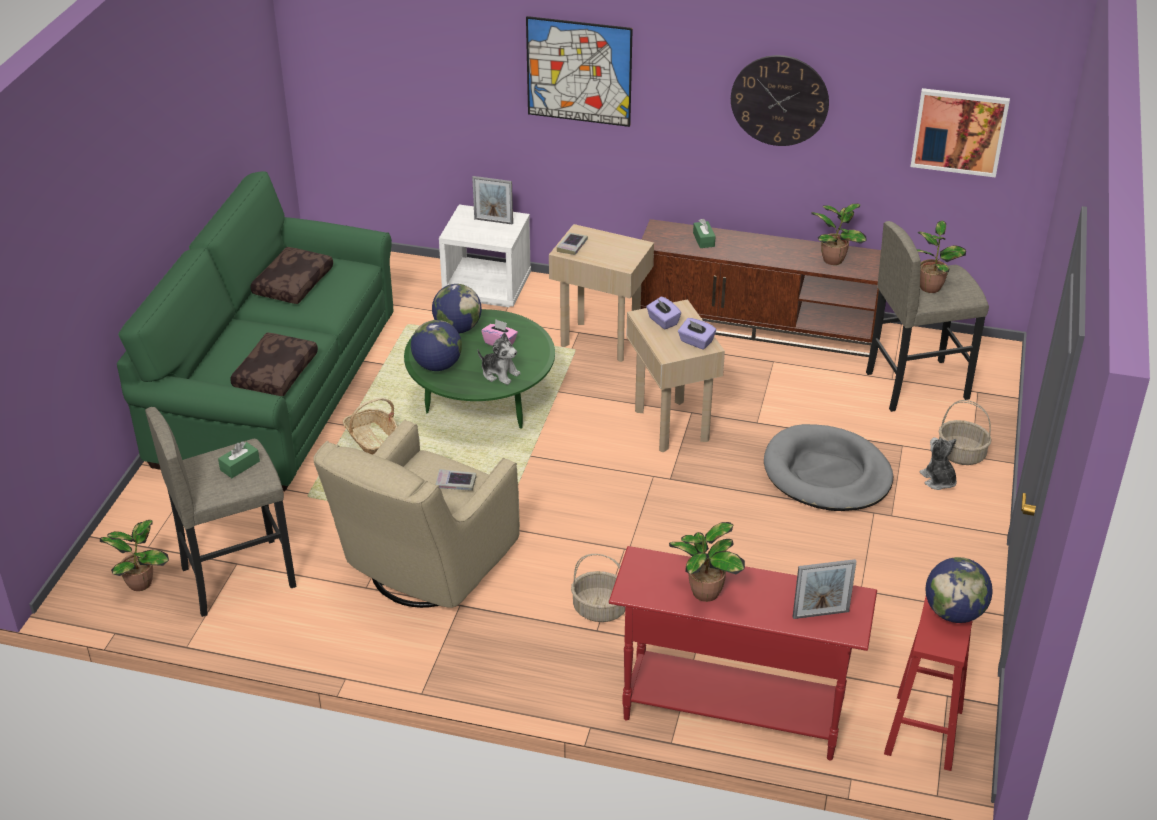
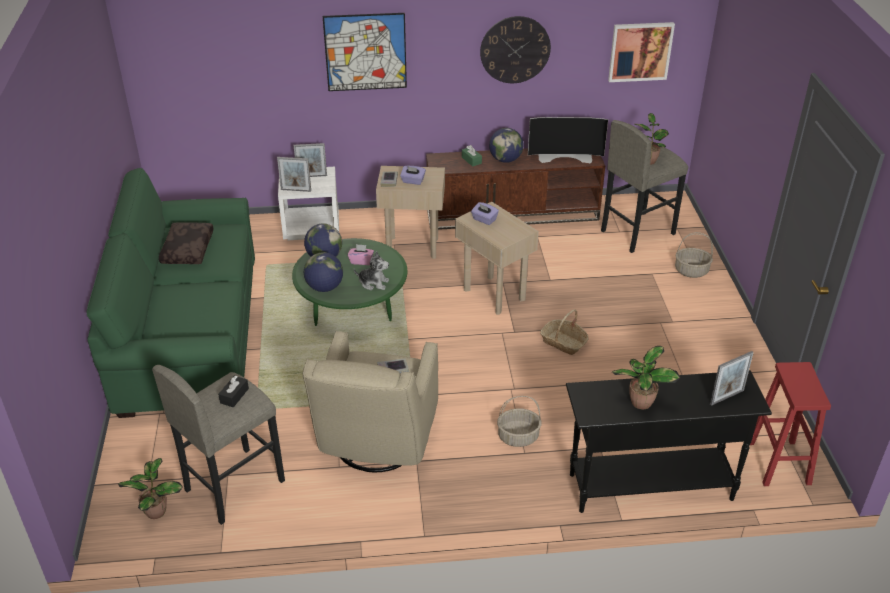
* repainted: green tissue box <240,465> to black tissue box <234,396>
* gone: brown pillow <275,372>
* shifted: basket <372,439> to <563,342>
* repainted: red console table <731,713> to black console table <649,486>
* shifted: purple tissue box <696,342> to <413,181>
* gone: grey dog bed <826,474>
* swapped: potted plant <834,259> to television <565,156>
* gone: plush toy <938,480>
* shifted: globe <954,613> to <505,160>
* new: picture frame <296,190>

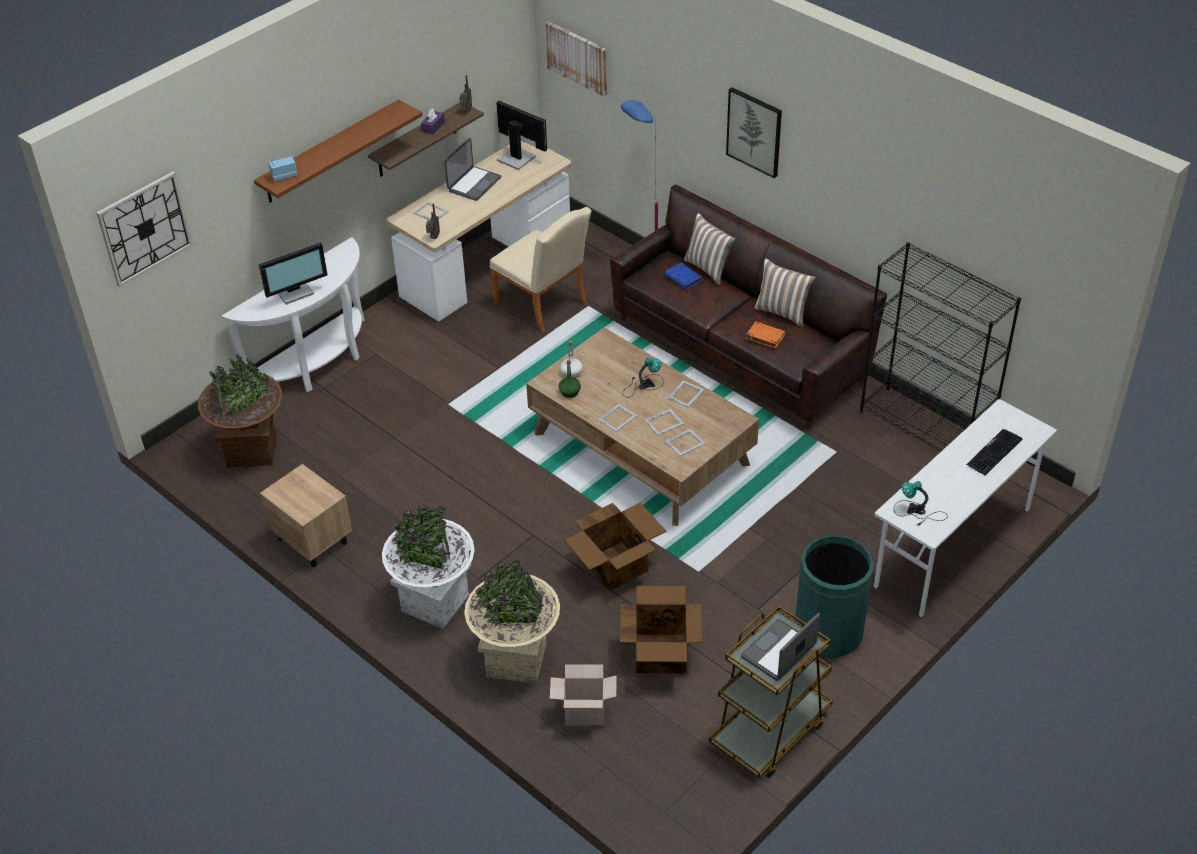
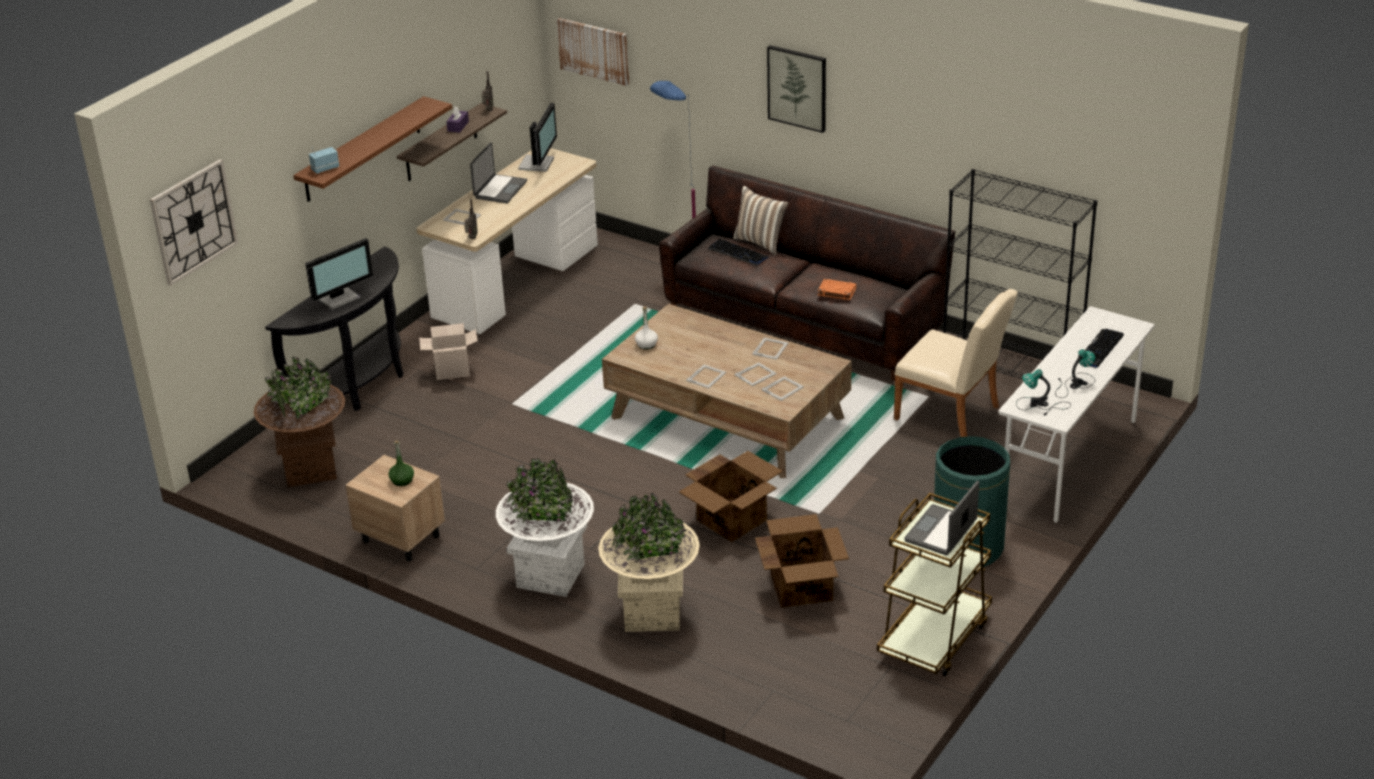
* repainted: white console table <317,364> to black console table <359,386>
* shifted: beige chair <544,305> to <953,415>
* rotated: monitor <517,157> = <538,163> 75 degrees clockwise
* shifted: cardboard box <583,714> to <451,372>
* shifted: green bottle <569,392> to <402,480>
* shifted: table lamp <643,385> to <1074,384>
* swapped: blue book <683,278> to keyboard <737,253>
* gone: pillow <782,312>

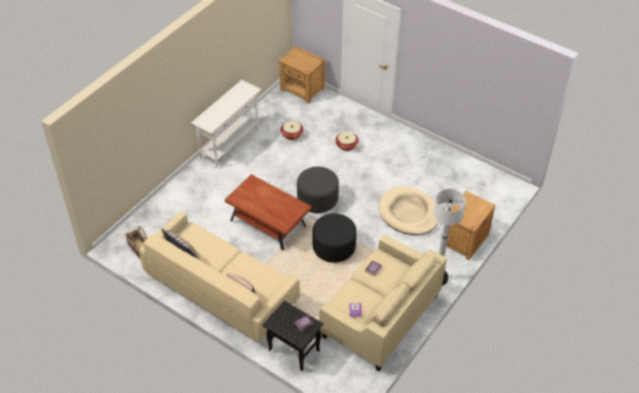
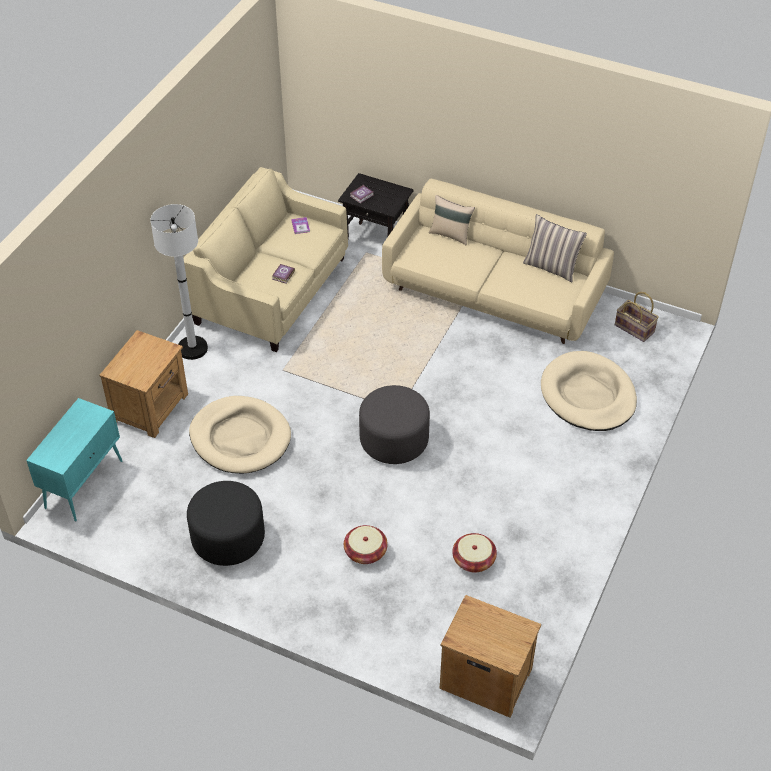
* gone: white console table <230,144>
* gone: brown coffee table <268,224>
* shifted: black ottoman <334,247> to <228,538>
* new: turquoise cabinet <84,484>
* new: beige dog bed <588,395>

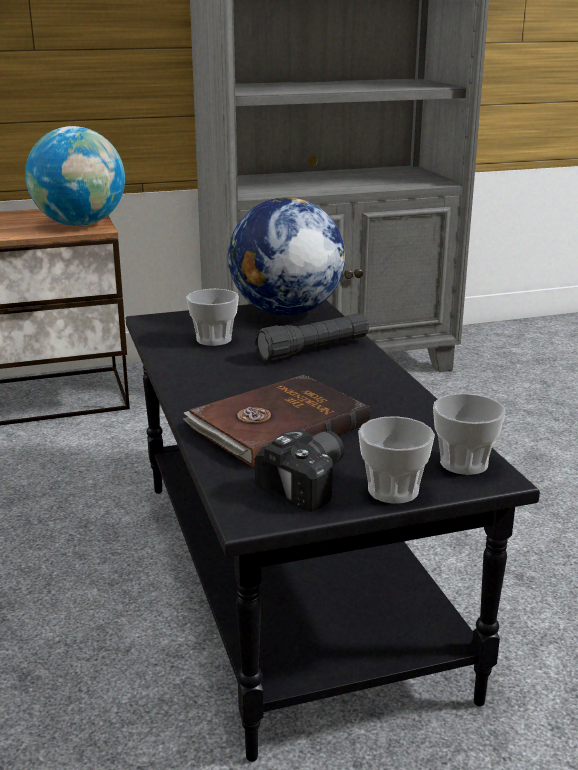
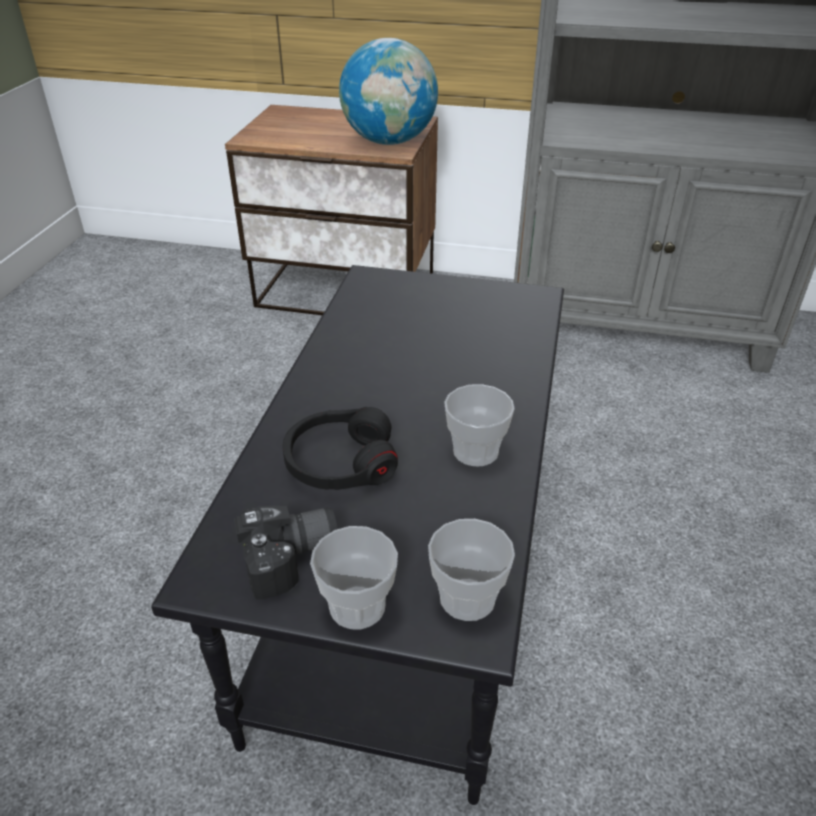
* swapped: brown book <276,425> to black headphones <340,462>
* shifted: cup <214,339> to <475,451>
* gone: globe <285,312>
* gone: black flashlight <313,350>

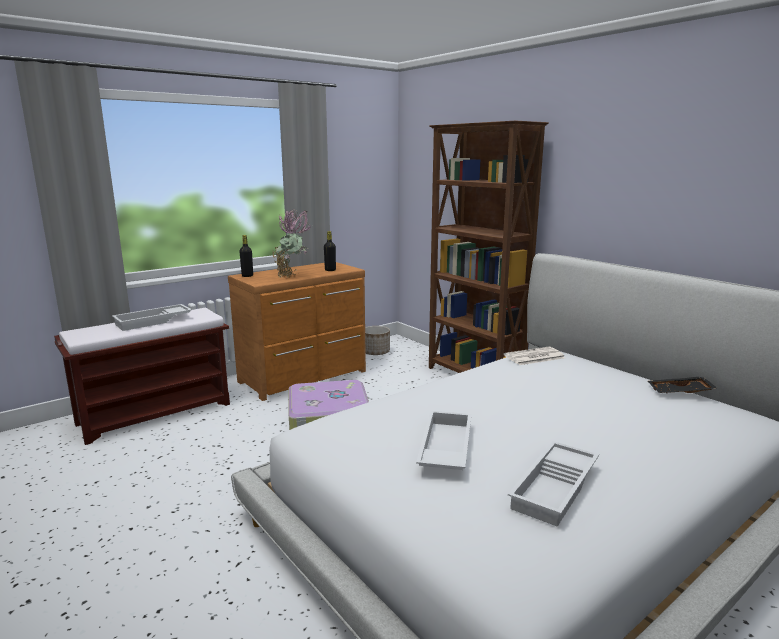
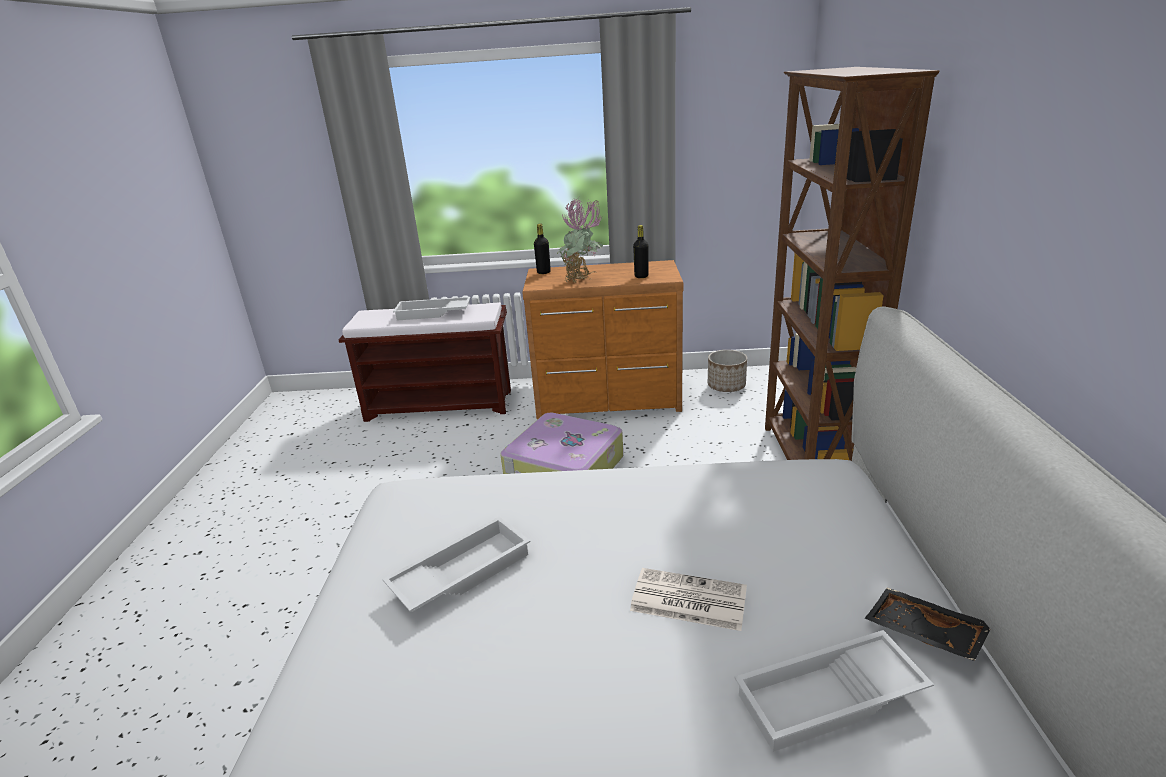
* shifted: newspaper <533,357> to <687,600>
* shifted: white tray <556,489> to <830,700>

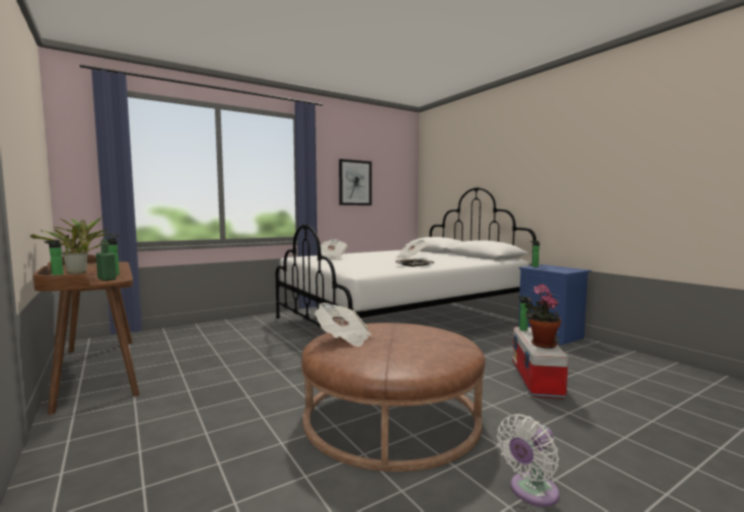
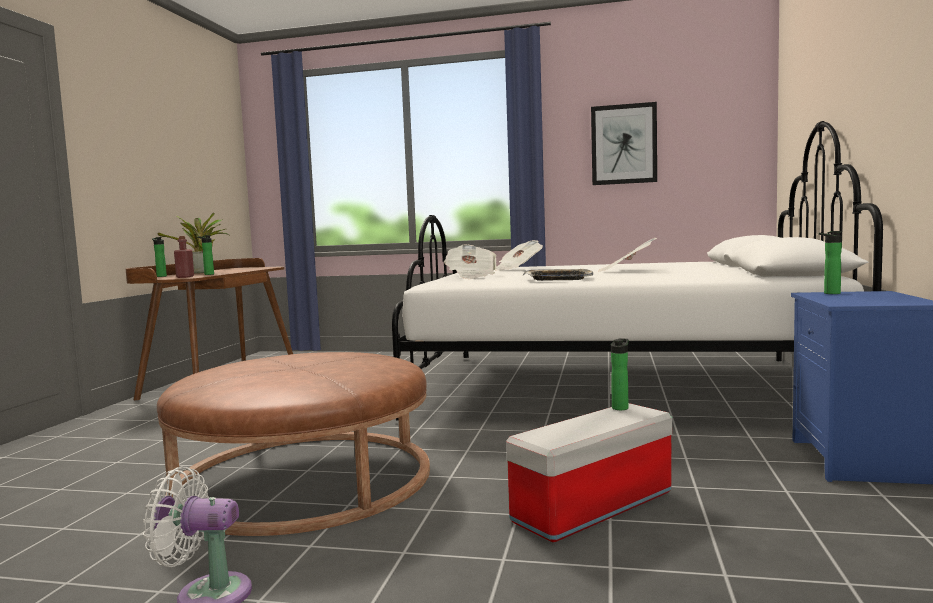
* repainted: green bottle <107,279> to red bottle <185,277>
* shifted: newspaper <343,338> to <471,277>
* gone: potted plant <541,344>

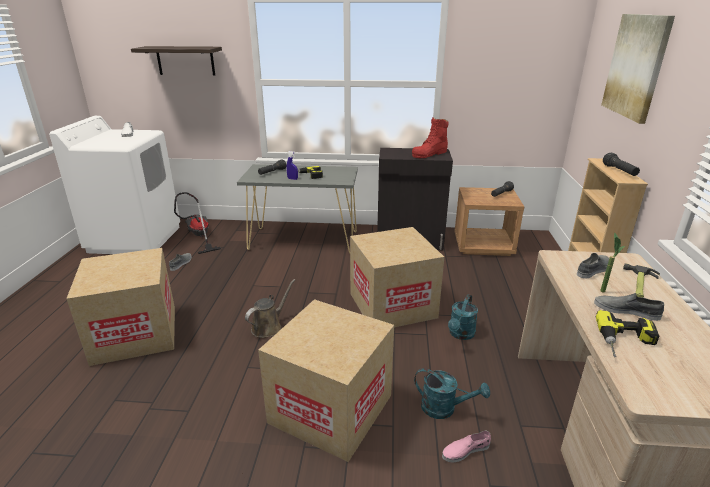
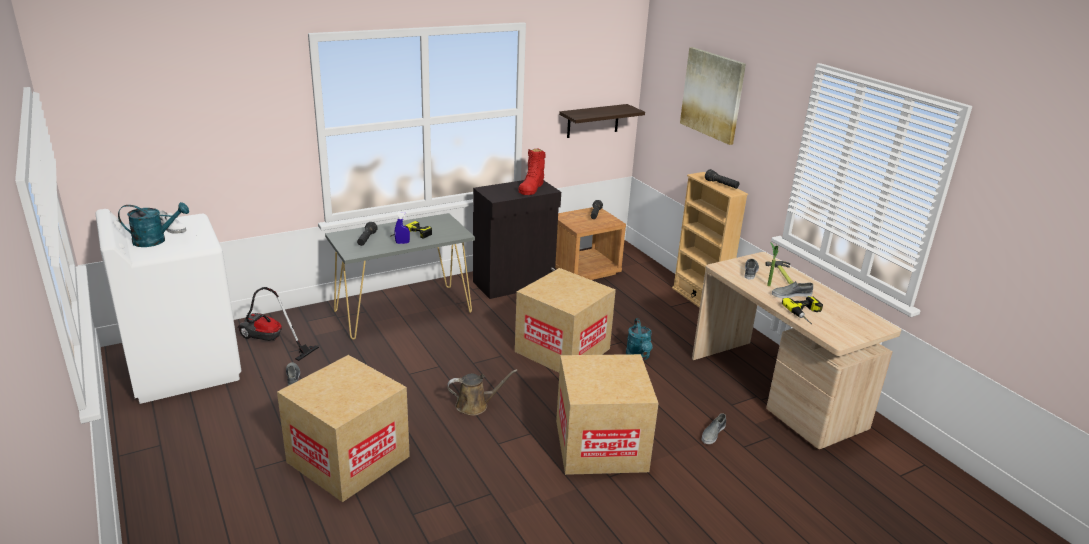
* shifted: shelf <185,60> to <593,121>
* rotated: brown watering can <269,327> = <475,405> 75 degrees clockwise
* shifted: turquoise watering can <444,408> to <155,240>
* repainted: pink shoe <465,450> to grey shoe <713,433>

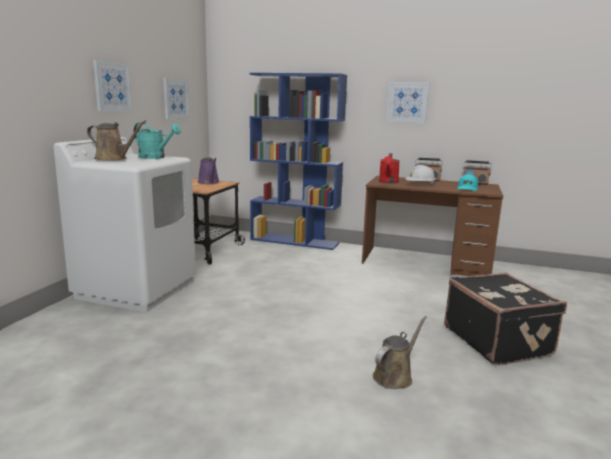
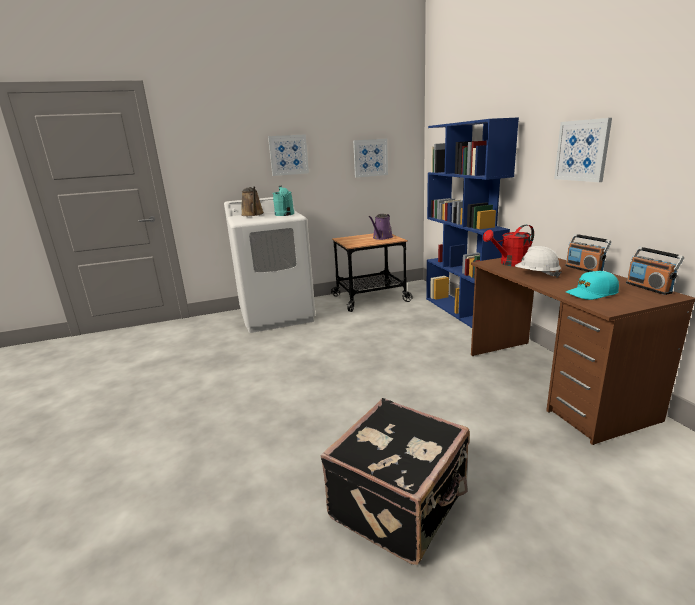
* gone: brown watering can <395,376>

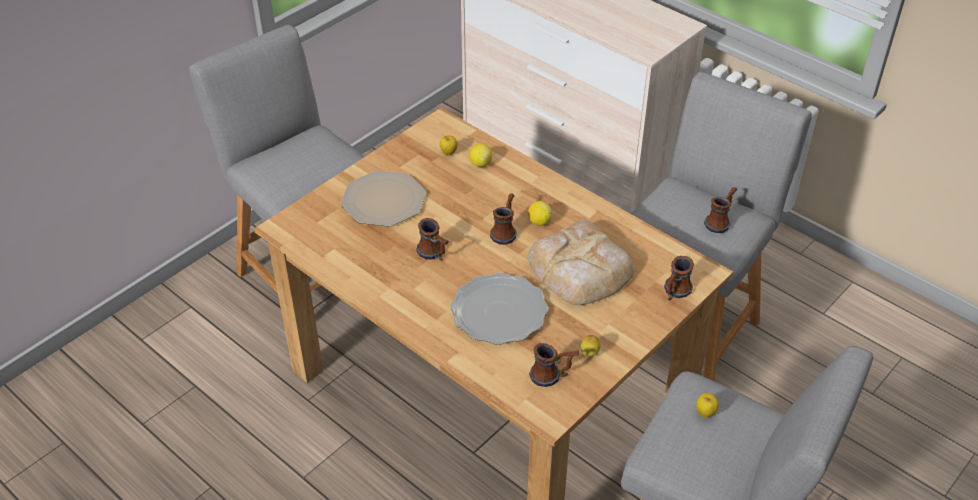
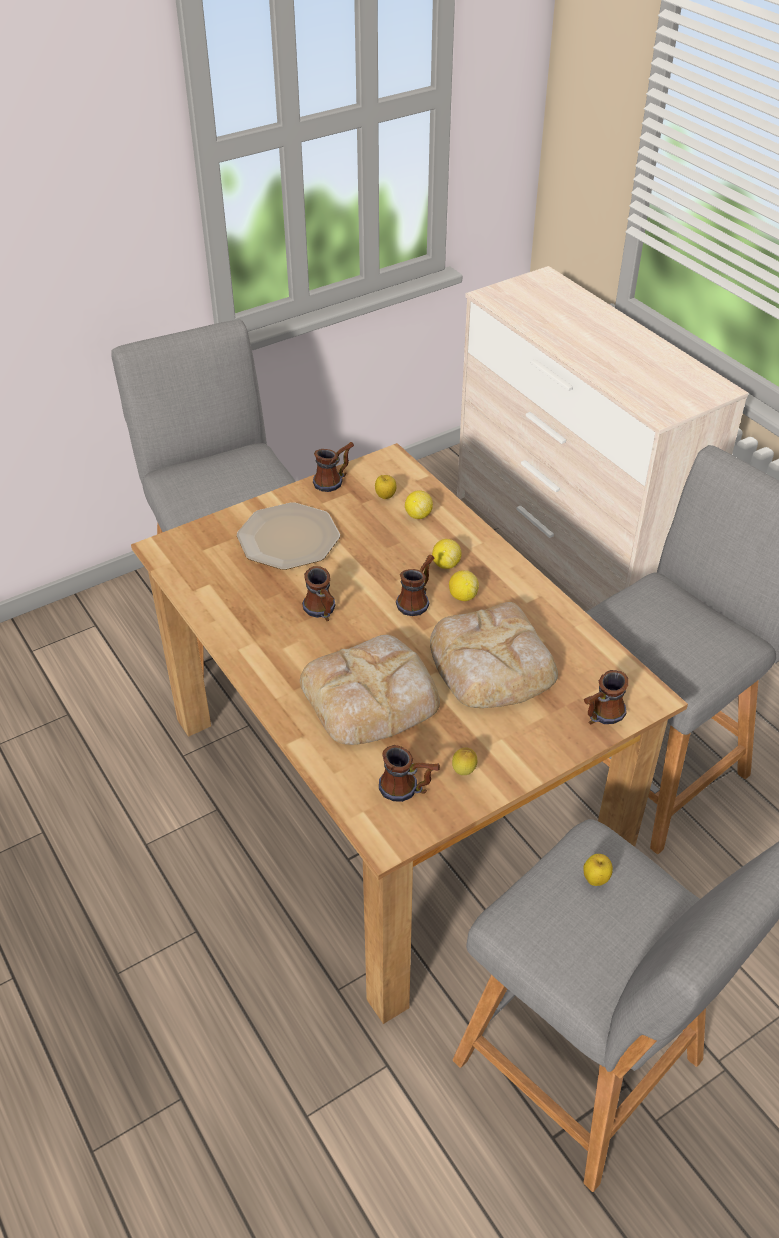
* swapped: plate <499,312> to bread <373,697>
* shifted: mug <720,221> to <334,480>
* new: lemon <445,564>

